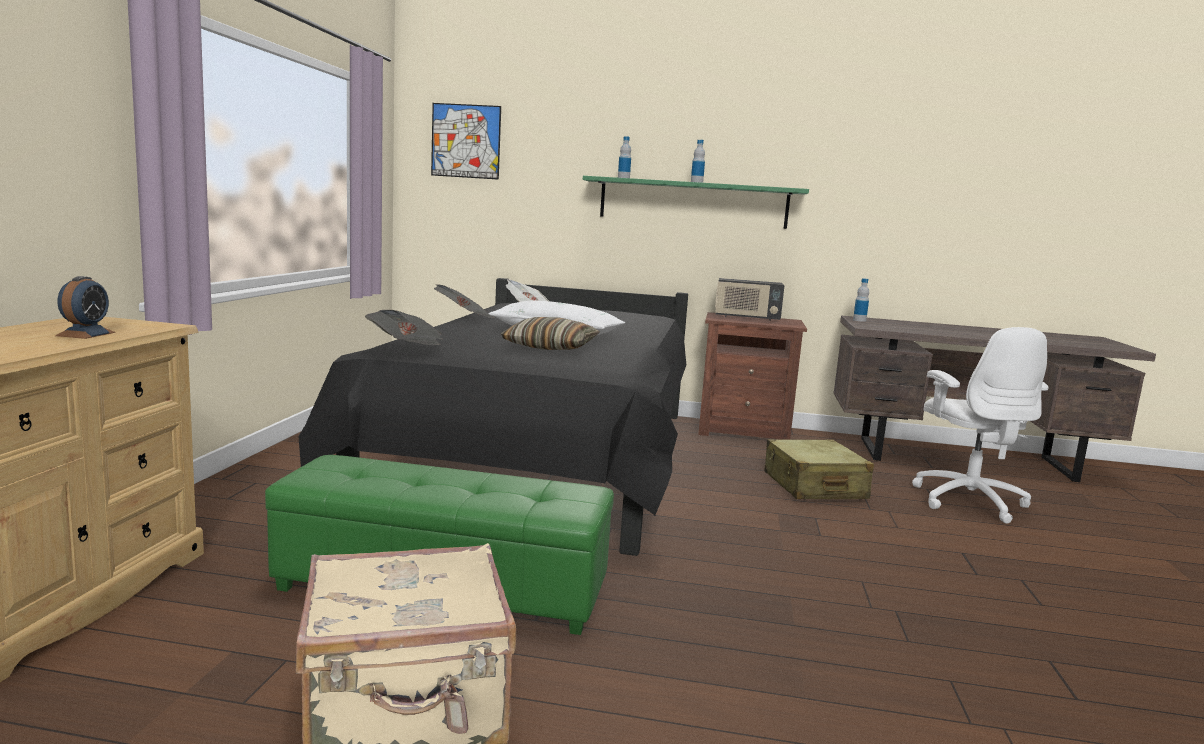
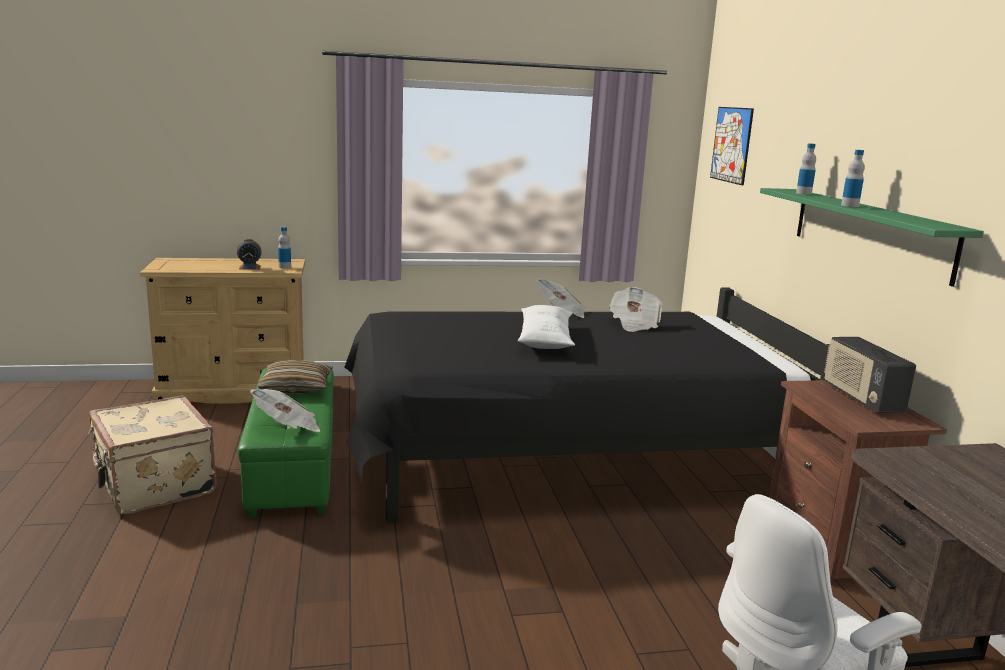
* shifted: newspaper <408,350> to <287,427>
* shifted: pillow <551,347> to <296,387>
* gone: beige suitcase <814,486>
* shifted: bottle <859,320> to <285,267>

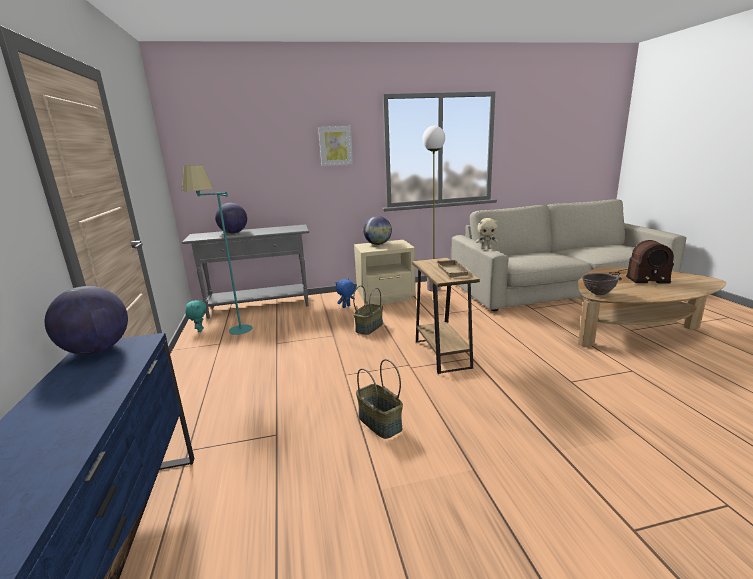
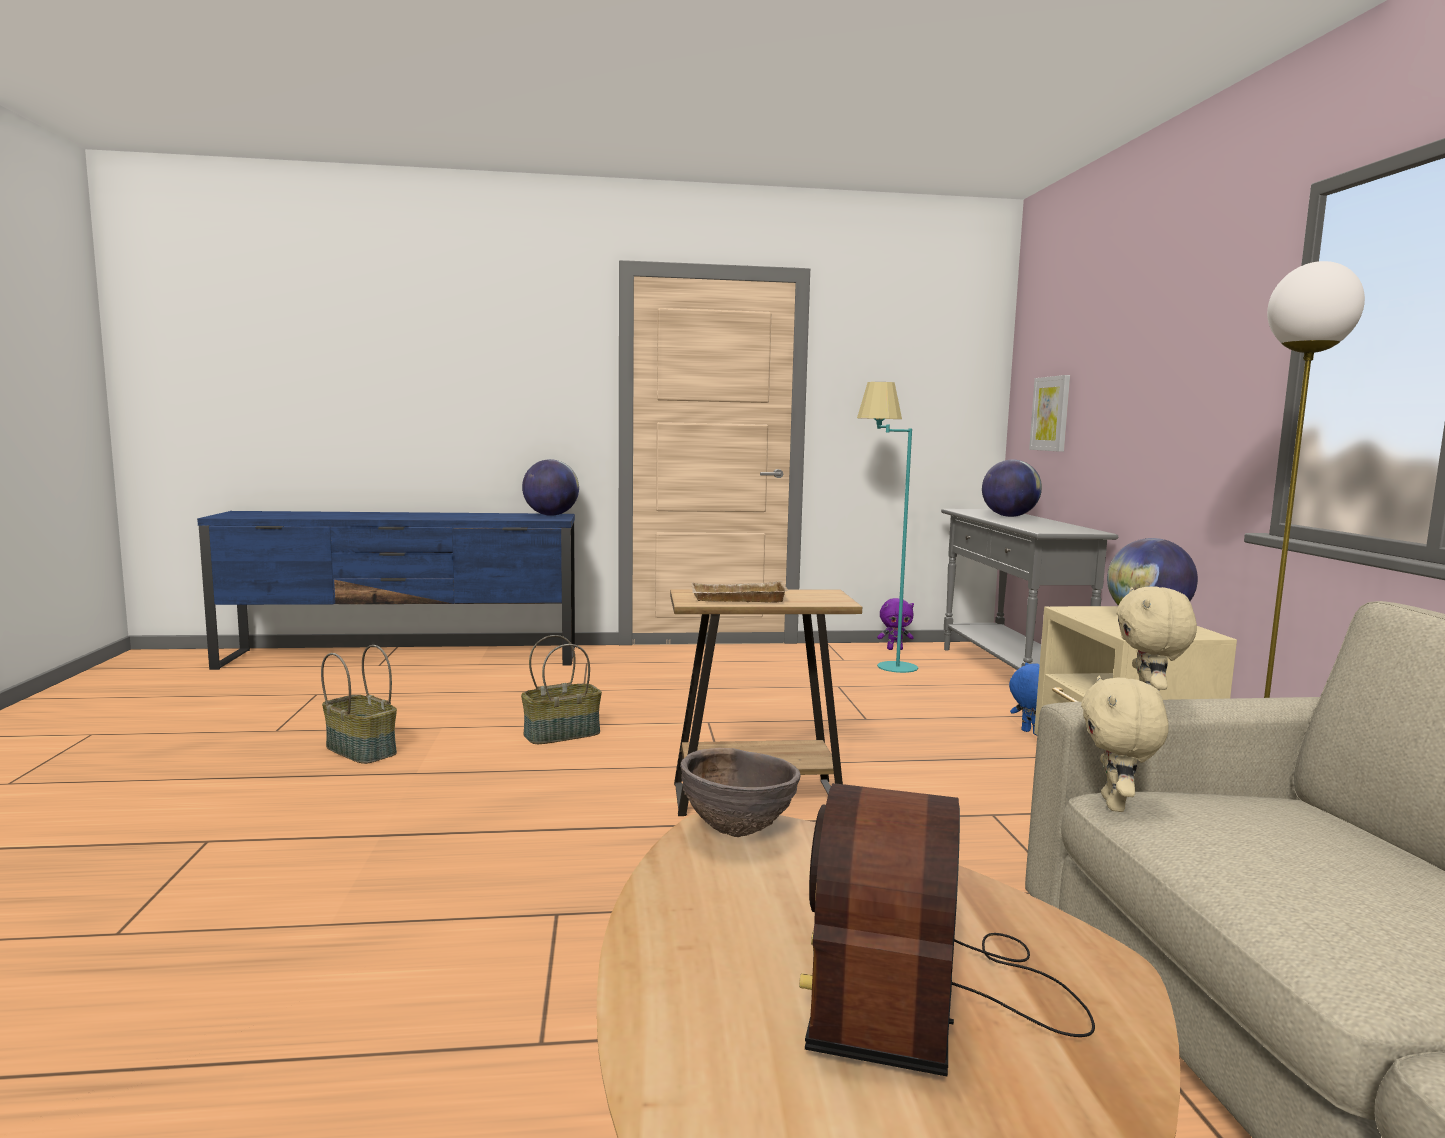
* repainted: turquoise plush toy <200,330> to purple plush toy <894,649>
* shifted: picture <335,146> to <1051,413>
* shifted: basket <369,327> to <362,750>
* new: beige plush toy <1116,805>

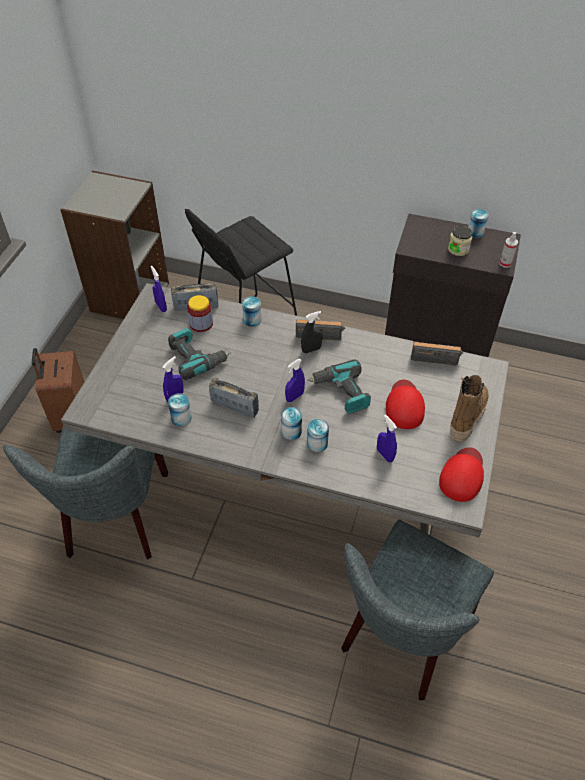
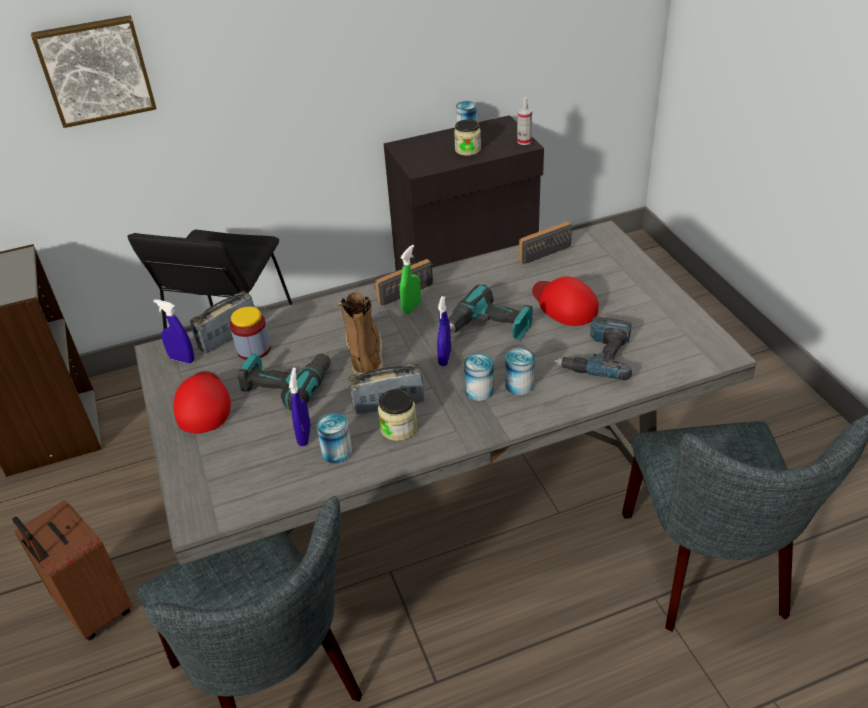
* gone: can <252,320>
* repainted: black spray bottle <311,349> to green spray bottle <411,307>
* swapped: blue spray bottle <385,455> to power drill <597,355>
* shifted: red cap <462,475> to <203,404>
* shifted: boot <466,416> to <365,358>
* new: picture <96,70>
* new: jar <398,428>

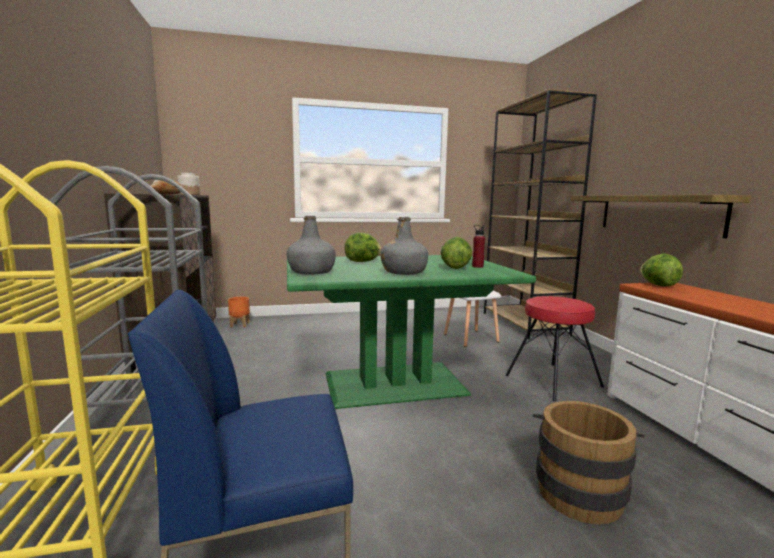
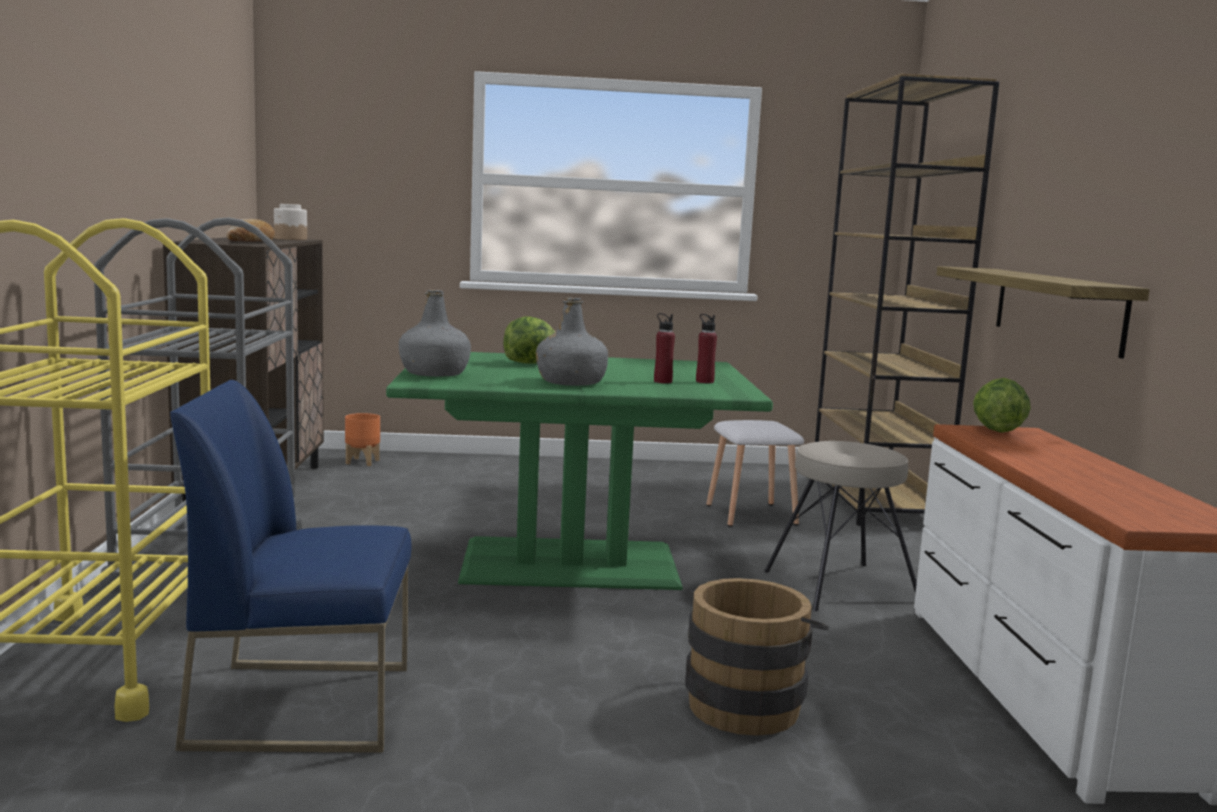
* swapped: lettuce <455,268> to red bottle <662,381>
* repainted: red stool <552,380> to beige stool <839,585>

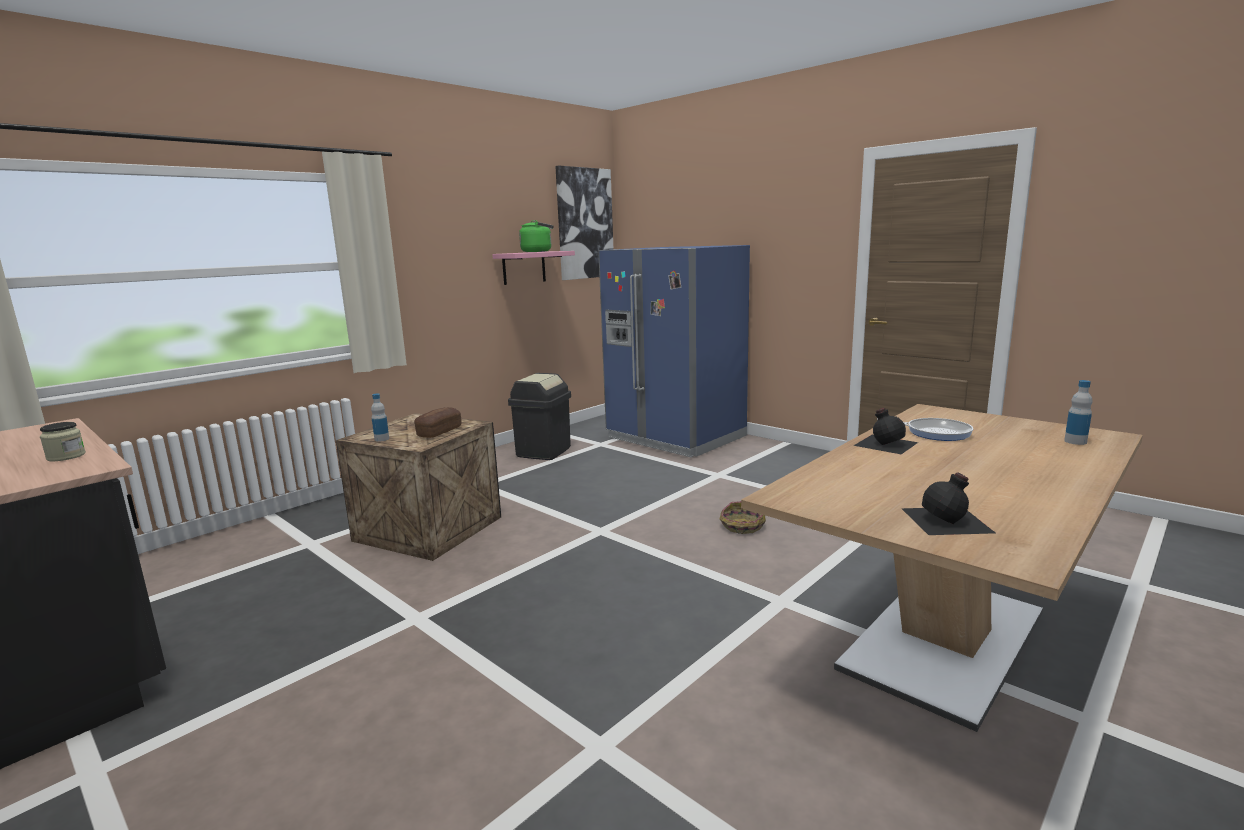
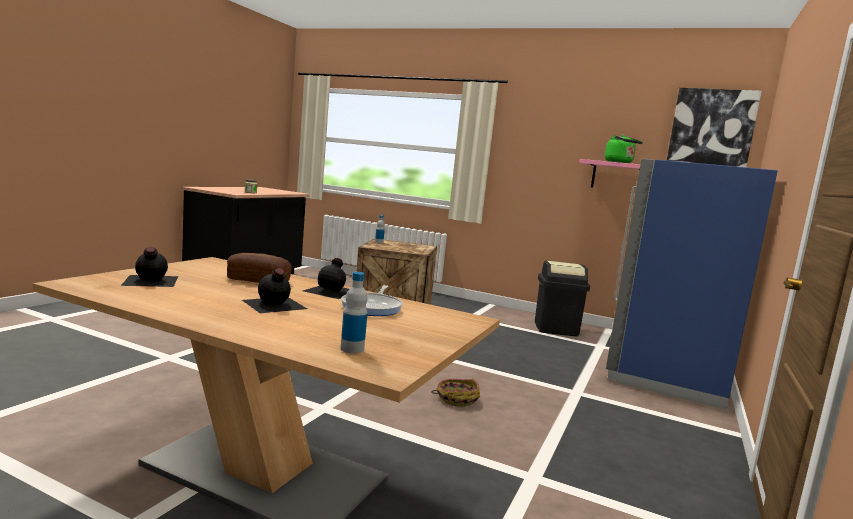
* shifted: bread <439,432> to <258,281>
* new: black bottle <273,304>

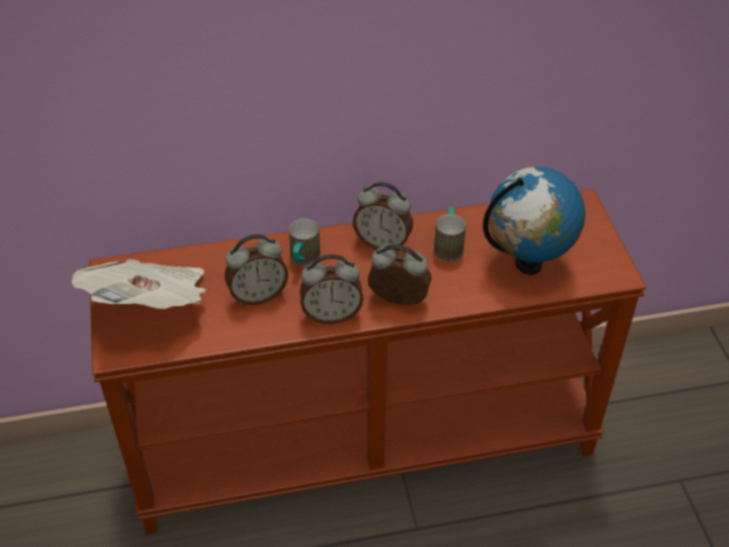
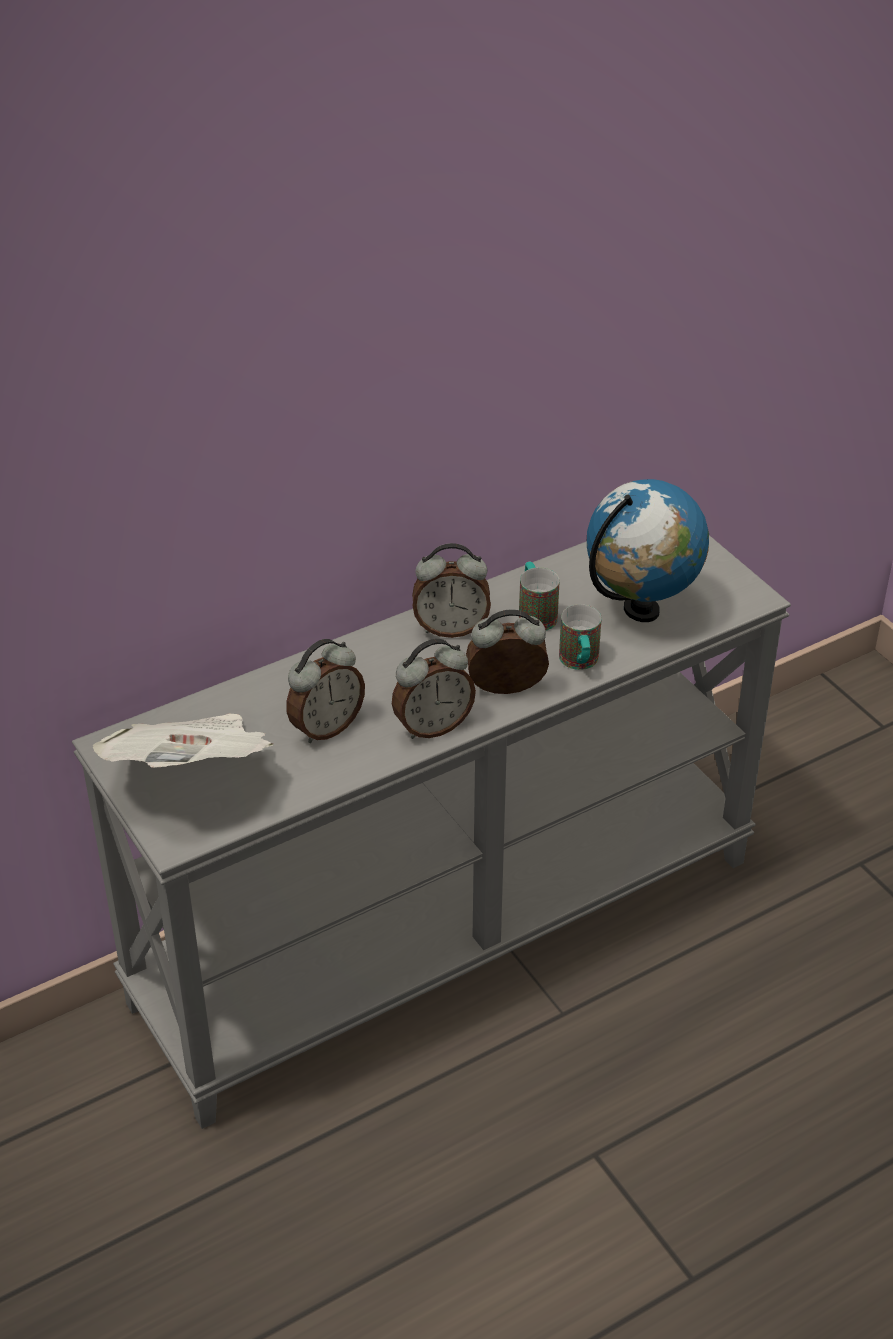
* repainted: brown console table <365,440> to grey console table <445,927>
* shifted: mug <303,261> to <580,663>

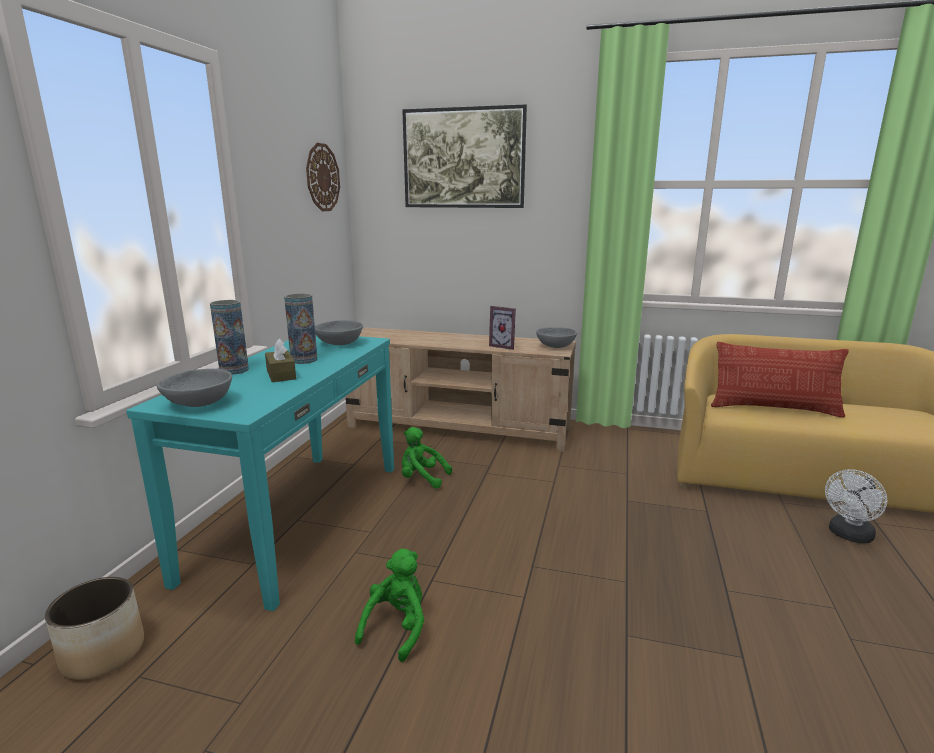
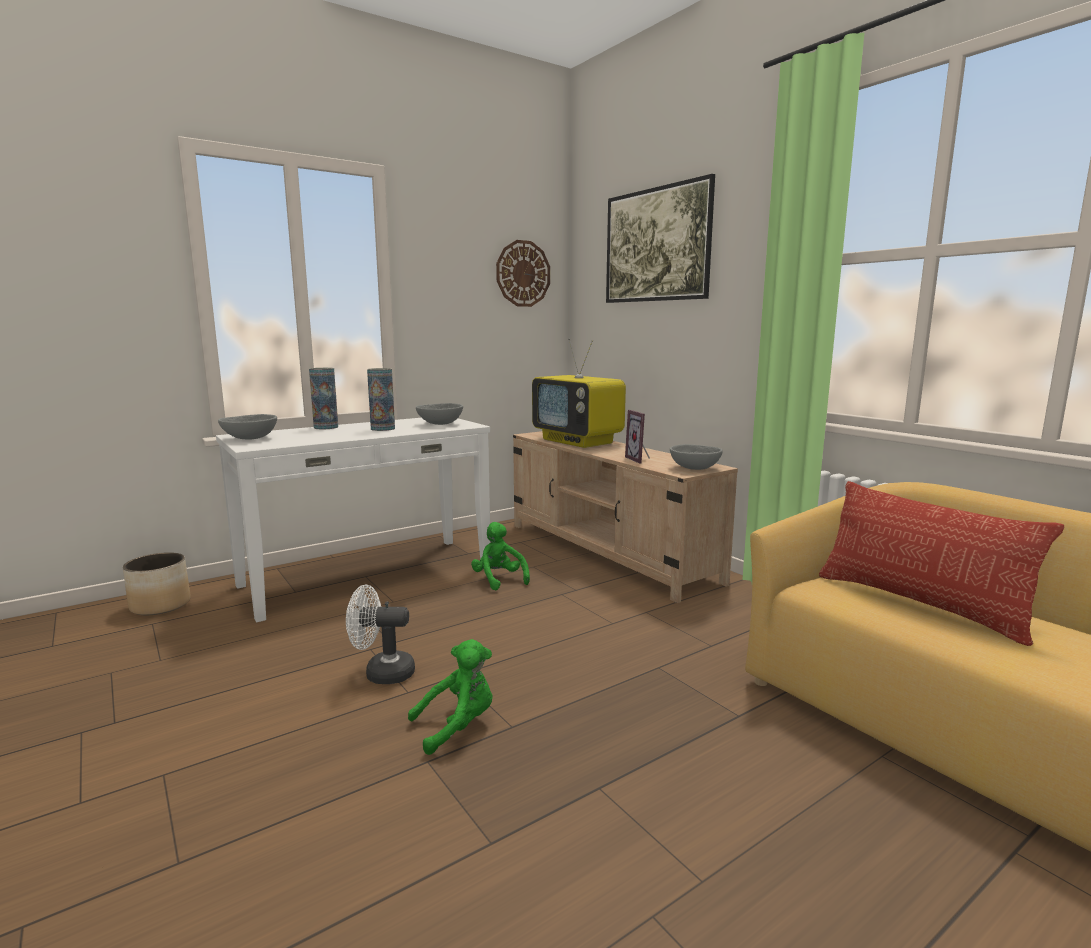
* repainted: turquoise console table <298,518> to white console table <368,575>
* gone: brown tissue box <281,374>
* shifted: green plush toy <397,627> to <457,726>
* shifted: white fan <848,535> to <382,673>
* new: television <578,441>

